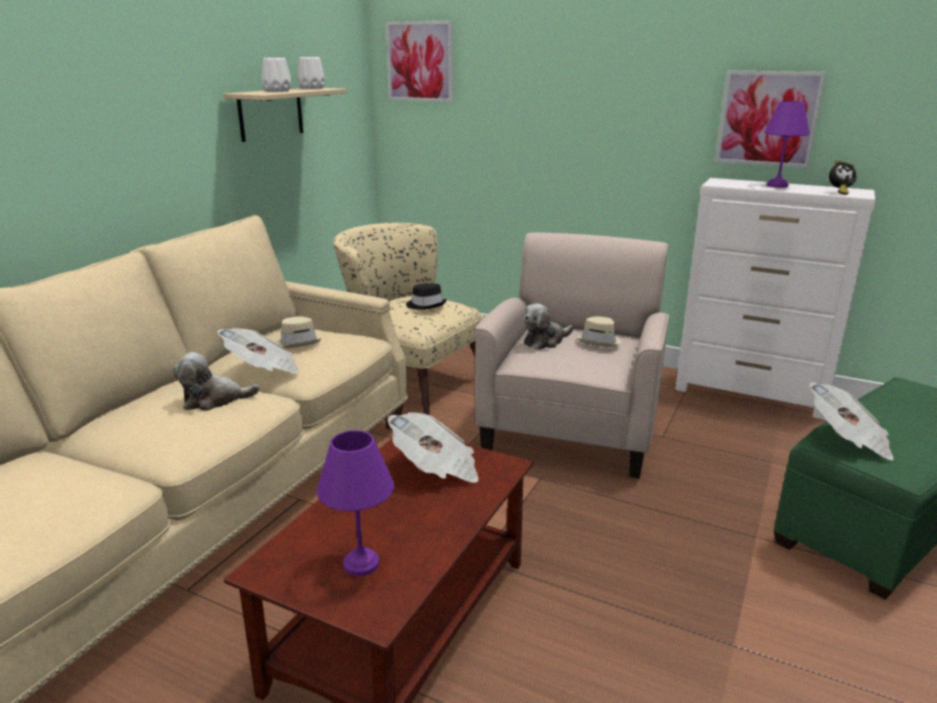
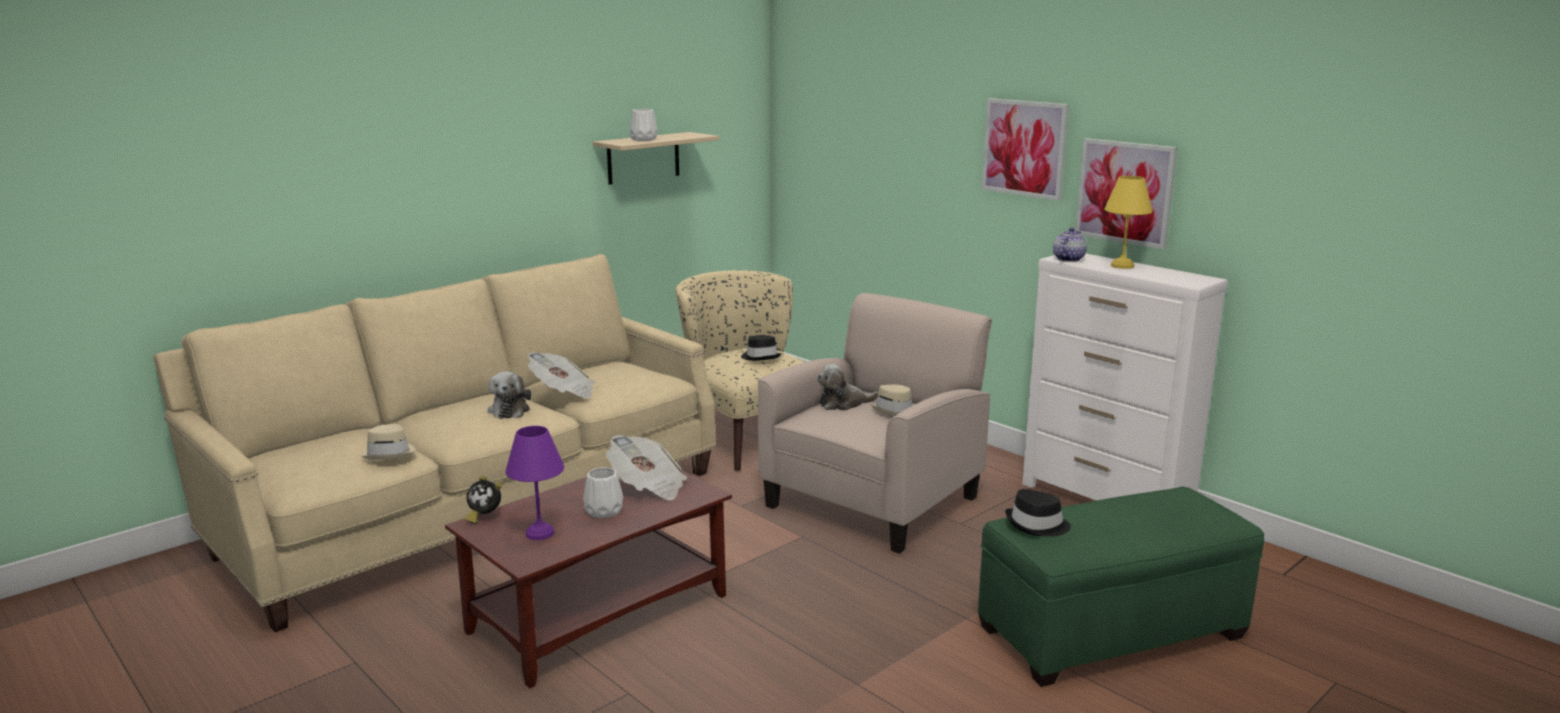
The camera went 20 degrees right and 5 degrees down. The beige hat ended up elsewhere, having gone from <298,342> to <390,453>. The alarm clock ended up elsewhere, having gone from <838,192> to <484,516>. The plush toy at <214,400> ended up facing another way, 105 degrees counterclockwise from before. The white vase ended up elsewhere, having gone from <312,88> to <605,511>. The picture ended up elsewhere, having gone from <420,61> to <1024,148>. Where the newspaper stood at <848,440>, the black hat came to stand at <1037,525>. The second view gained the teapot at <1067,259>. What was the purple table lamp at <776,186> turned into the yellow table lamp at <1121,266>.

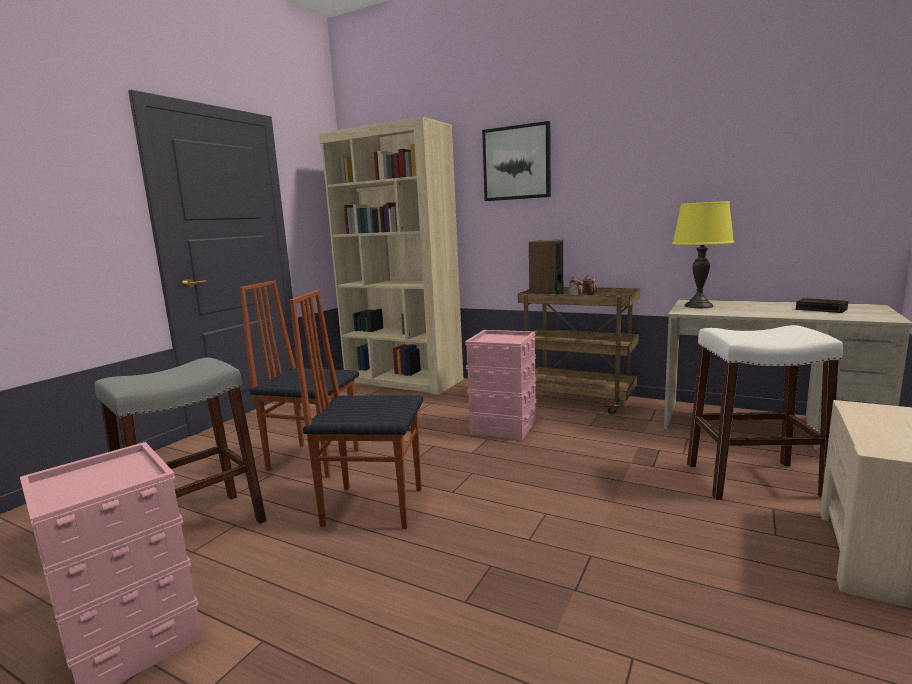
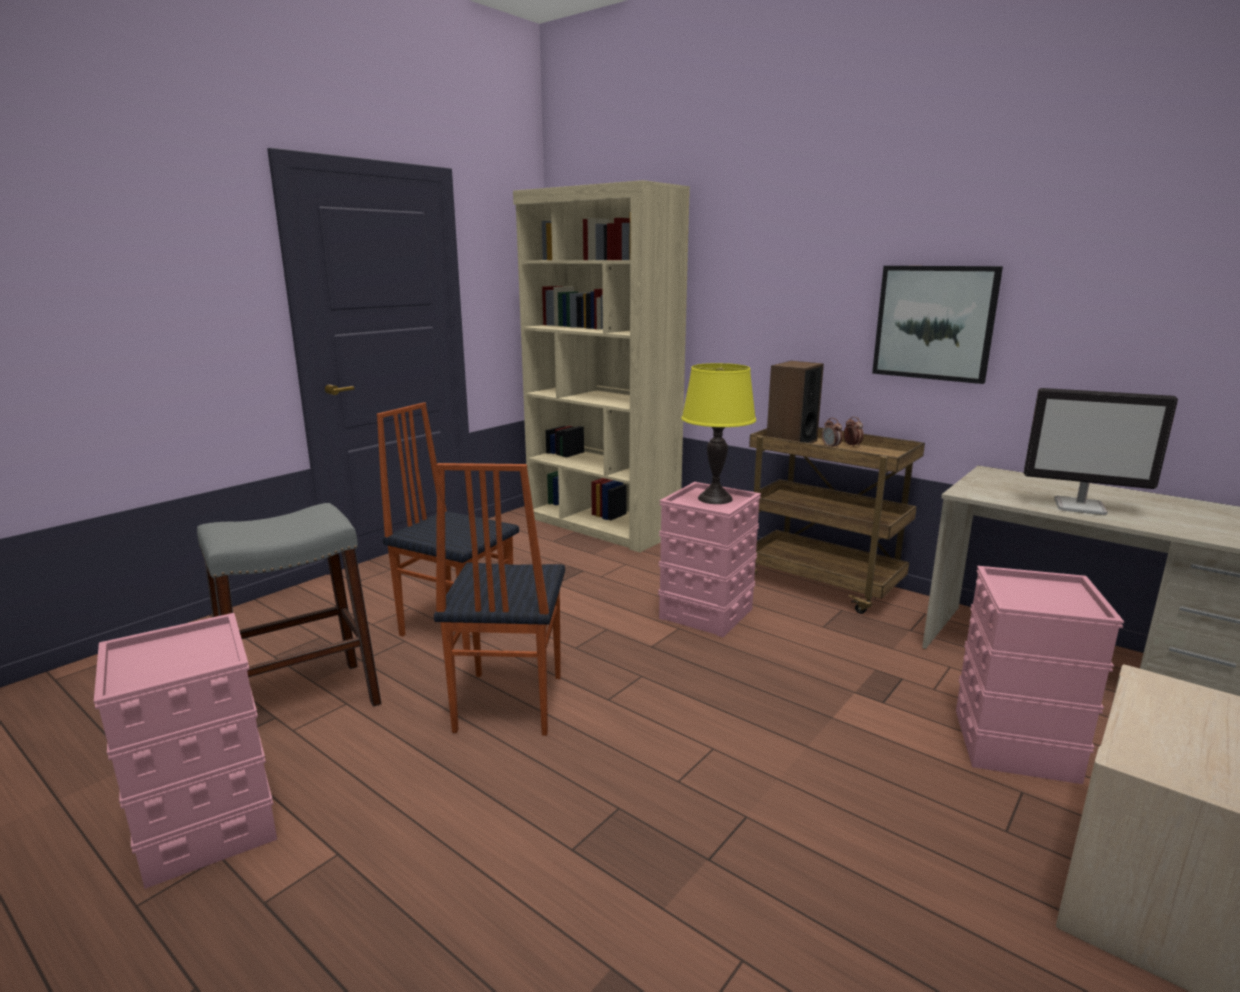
The camera went 10 degrees right and 5 degrees up. The chair at <373,506> ended up facing another way, 105 degrees counterclockwise from before. The yellow table lamp ended up elsewhere, having gone from <699,306> to <715,499>. The picture ended up elsewhere, having gone from <517,163> to <934,323>. Where the white stool stood at <752,480>, the pink storage box came to stand at <1013,745>. The second view gained the monitor at <1081,507>. The second view lost the alarm clock at <822,309>.

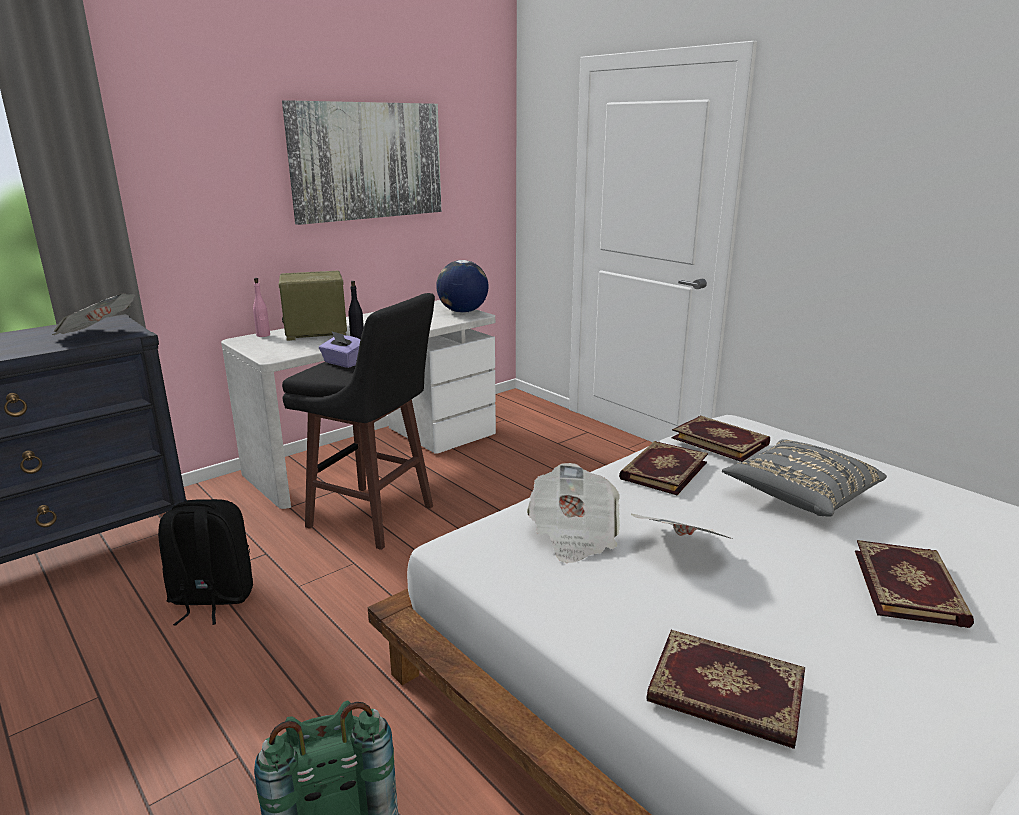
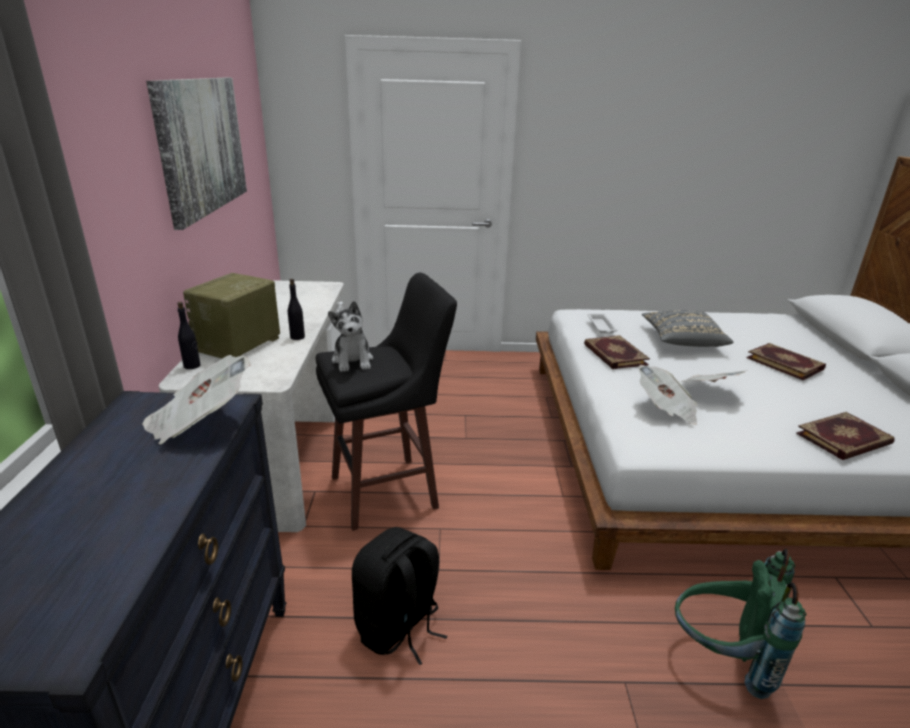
The camera went 50 degrees left and 5 degrees up. What was the pink bottle at <263,335> turned into the black bottle at <192,366>. Where the purple tissue box stood at <343,363>, the plush toy came to stand at <353,360>. Where the book stood at <720,441>, the white tray came to stand at <601,326>. The second view lost the globe at <462,312>.

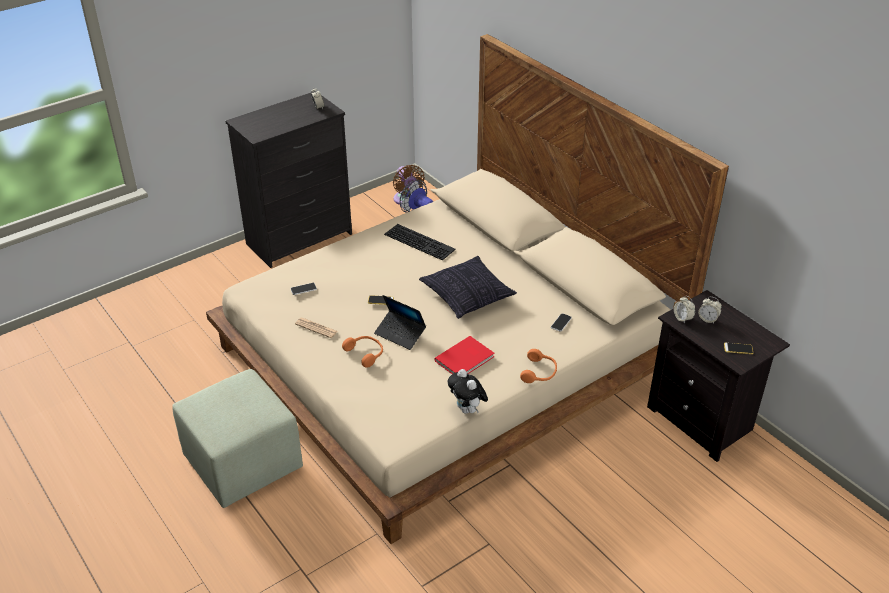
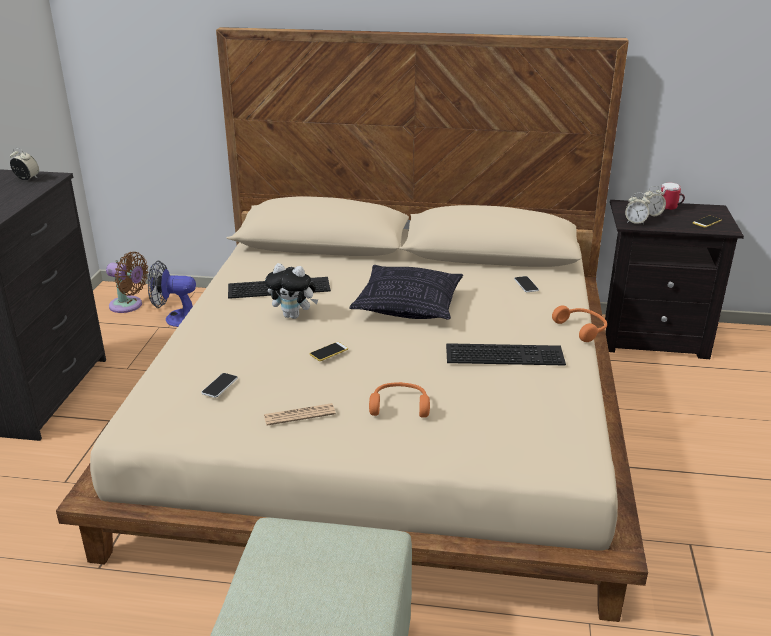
The camera went 45 degrees left and 10 degrees down. The plush toy ended up elsewhere, having gone from <467,410> to <294,316>. Where the red book stood at <466,359>, the keyboard came to stand at <505,353>. The second view gained the mug at <670,207>. The second view lost the laptop at <400,334>.

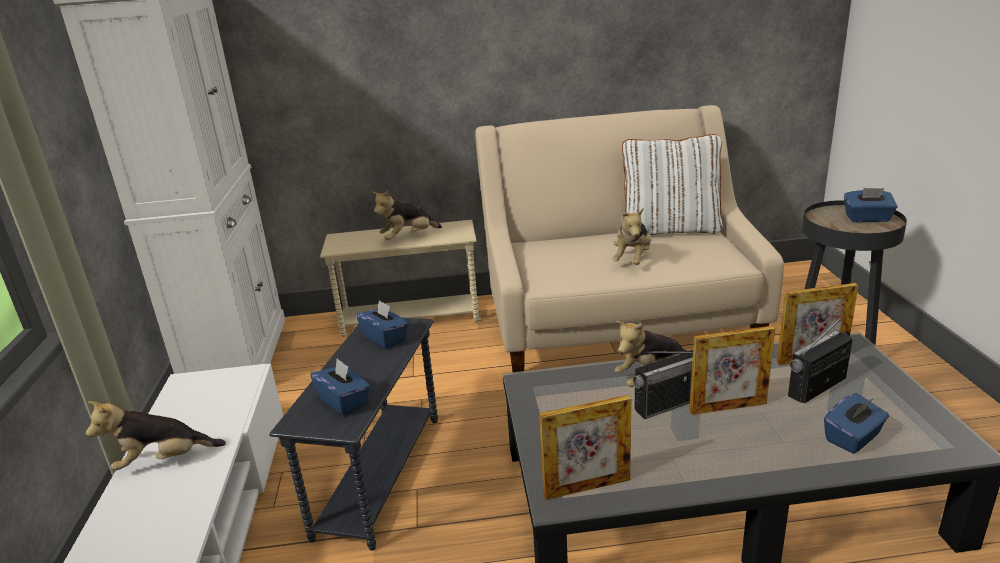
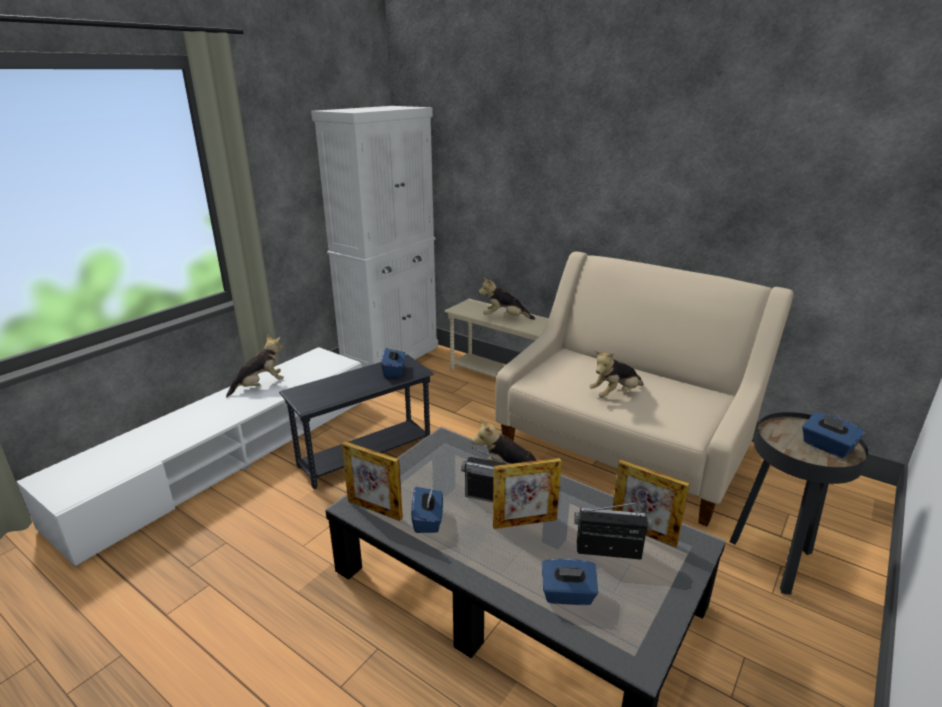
The camera went 40 degrees right and 0 degrees up. The plush toy at <163,461> ended up facing another way, 120 degrees clockwise from before. The blue tissue box ended up elsewhere, having gone from <344,401> to <428,520>. The picture frame at <728,407> ended up facing another way, 45 degrees counterclockwise from before. The second view lost the white pillow at <670,229>.

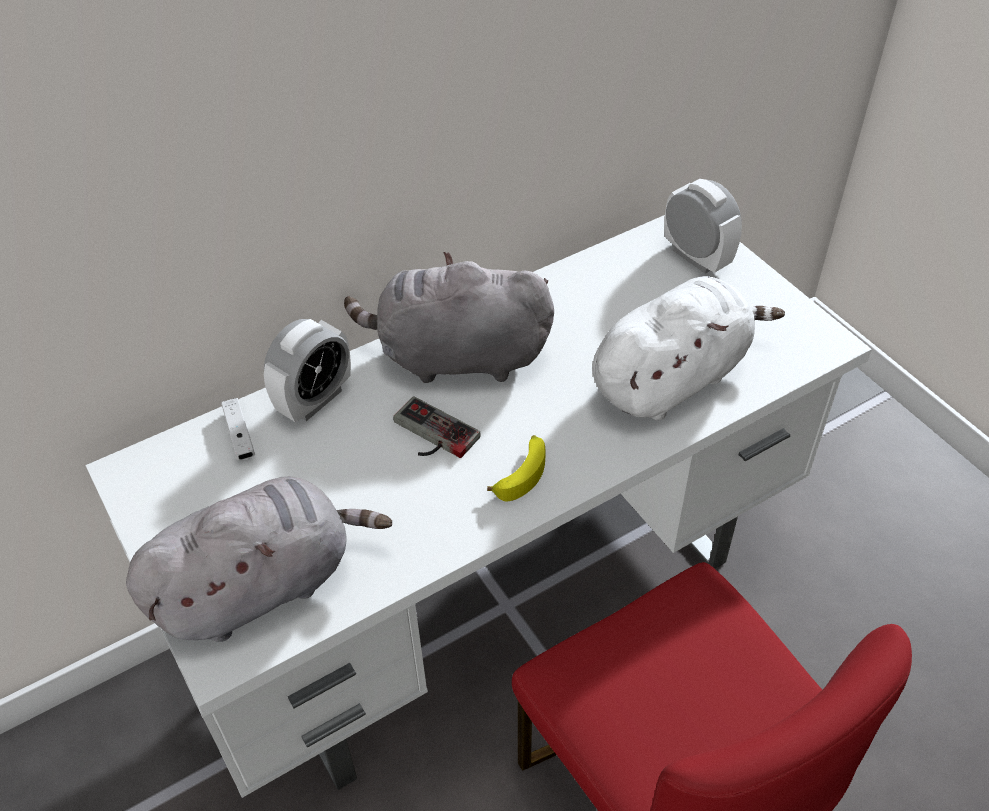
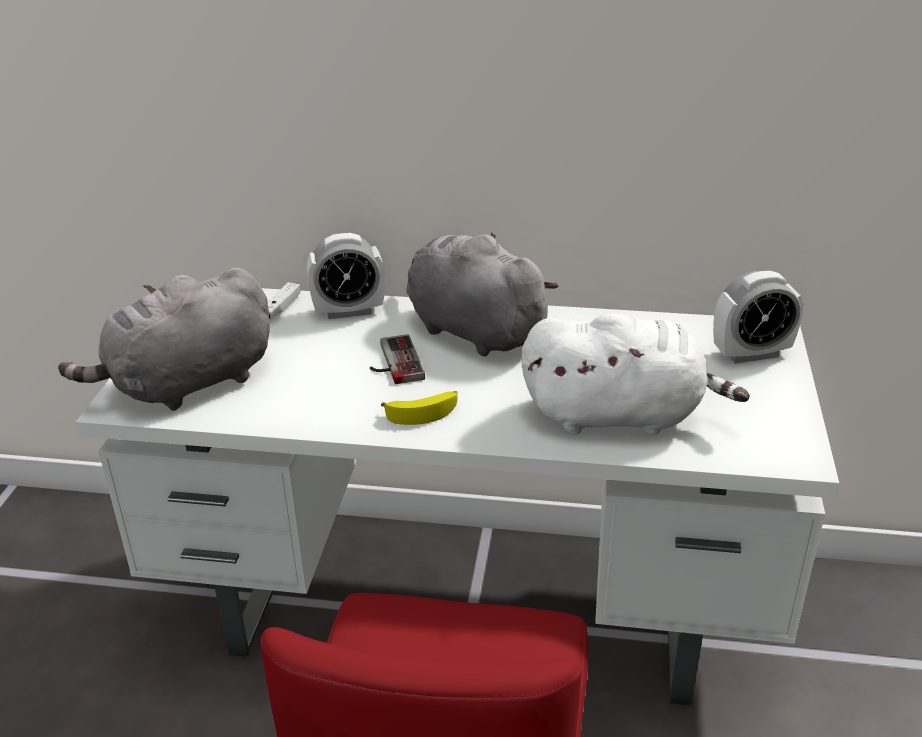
The camera went 40 degrees right and 15 degrees down. The grey plush toy at <262,585> ended up facing another way, 135 degrees clockwise from before. The alarm clock at <696,257> ended up facing another way, 75 degrees clockwise from before.

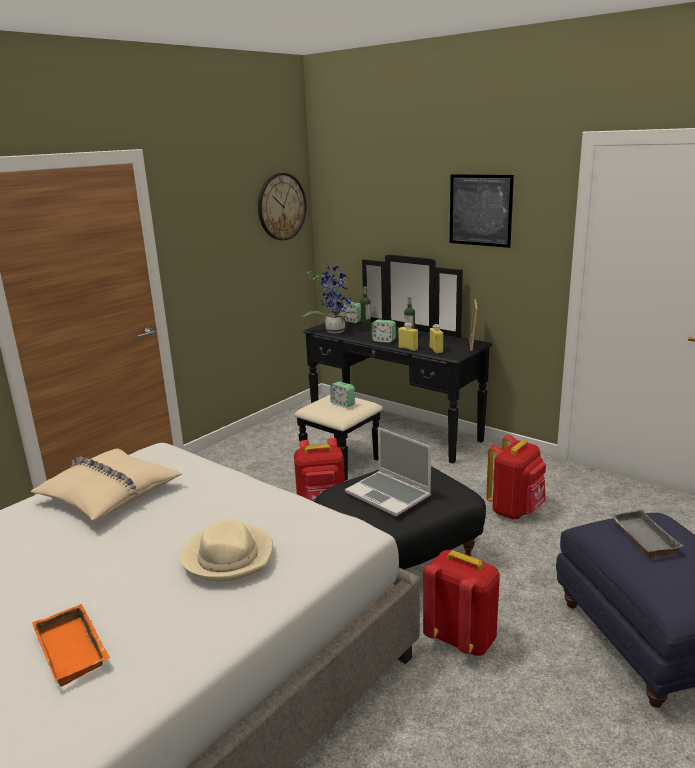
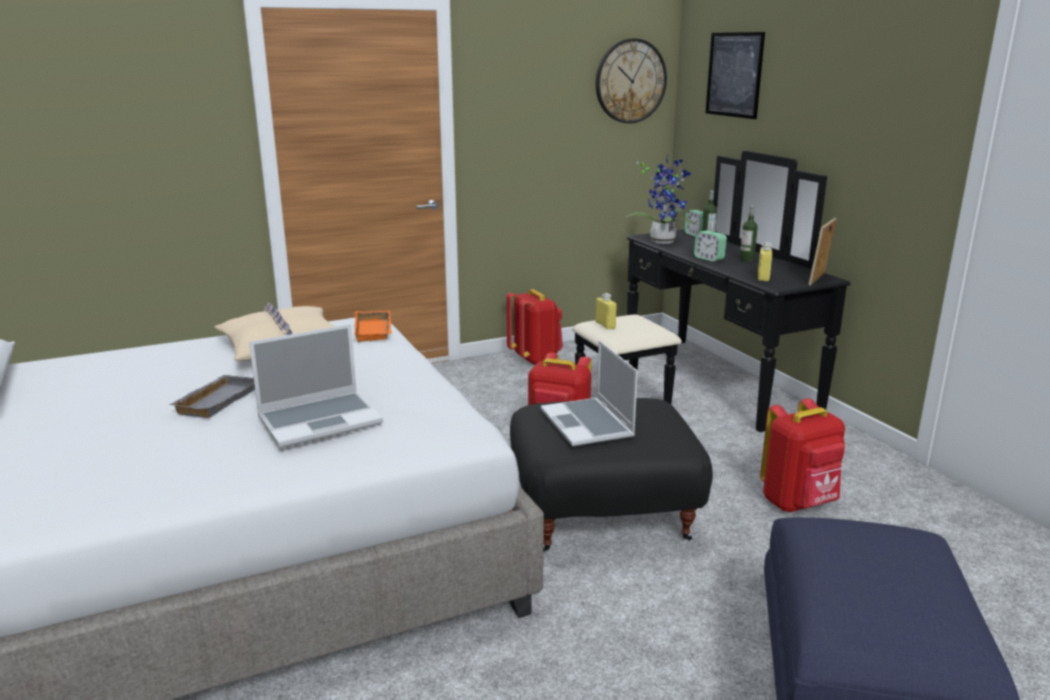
The camera went 25 degrees right and 0 degrees up. The grey tray ended up elsewhere, having gone from <641,537> to <216,400>. Where the beige hat stood at <228,556>, the laptop came to stand at <321,420>. The orange tray ended up elsewhere, having gone from <75,649> to <375,331>. The red backpack ended up elsewhere, having gone from <461,639> to <535,359>. The yellow bottle ended up elsewhere, having gone from <408,348> to <605,325>. The picture ended up elsewhere, having gone from <480,210> to <734,74>. The second view lost the alarm clock at <343,404>.

